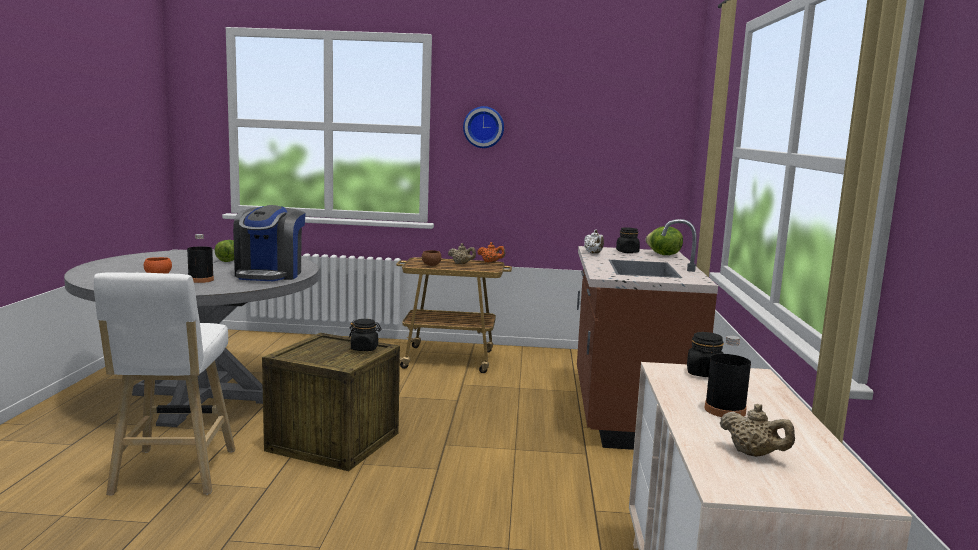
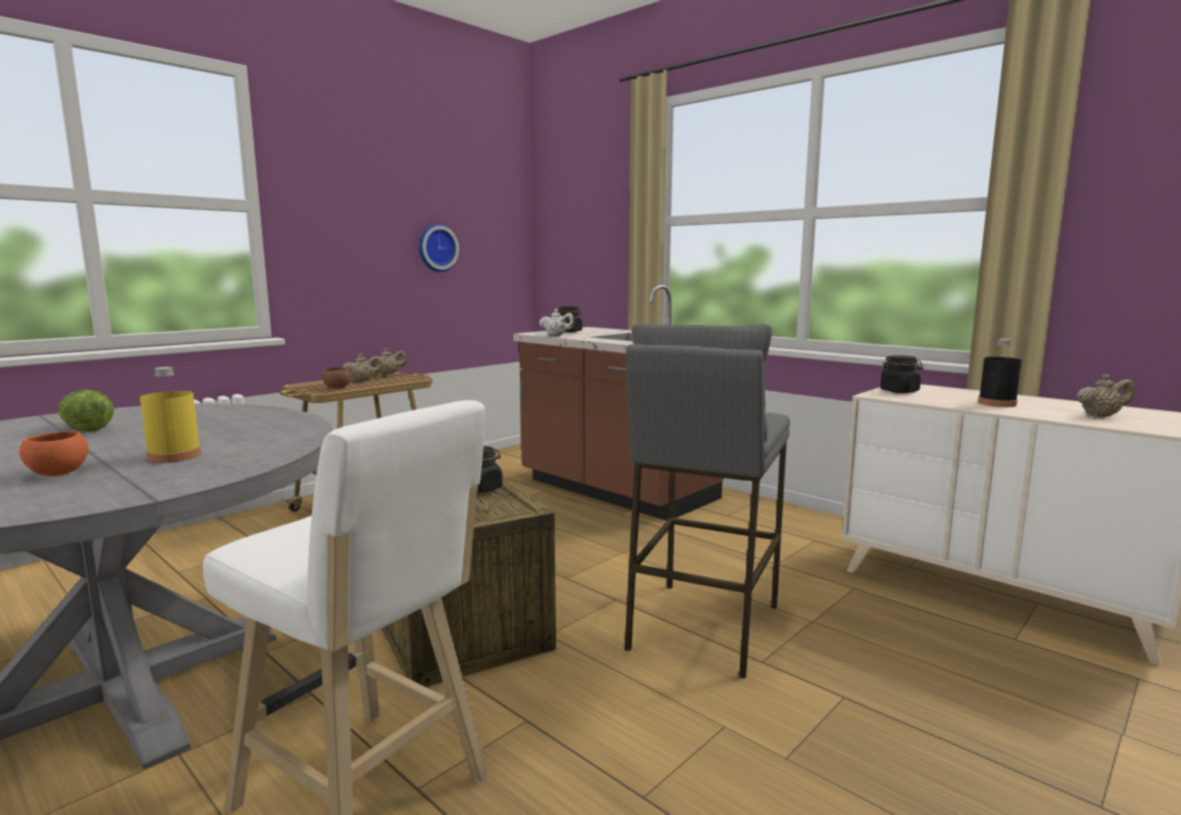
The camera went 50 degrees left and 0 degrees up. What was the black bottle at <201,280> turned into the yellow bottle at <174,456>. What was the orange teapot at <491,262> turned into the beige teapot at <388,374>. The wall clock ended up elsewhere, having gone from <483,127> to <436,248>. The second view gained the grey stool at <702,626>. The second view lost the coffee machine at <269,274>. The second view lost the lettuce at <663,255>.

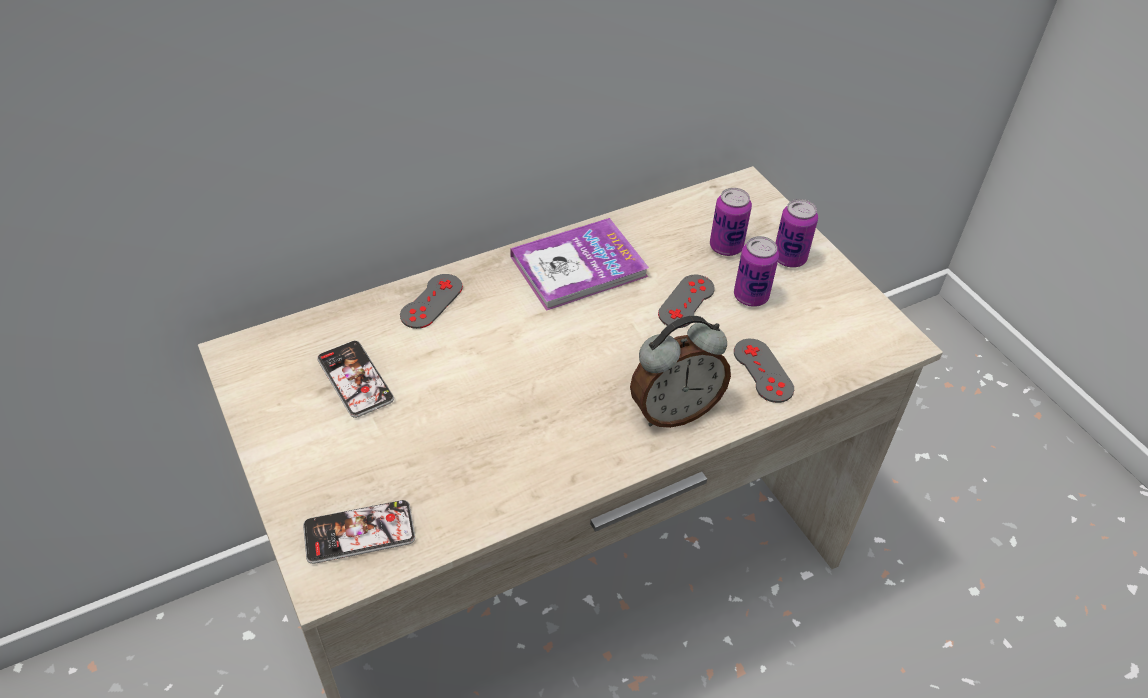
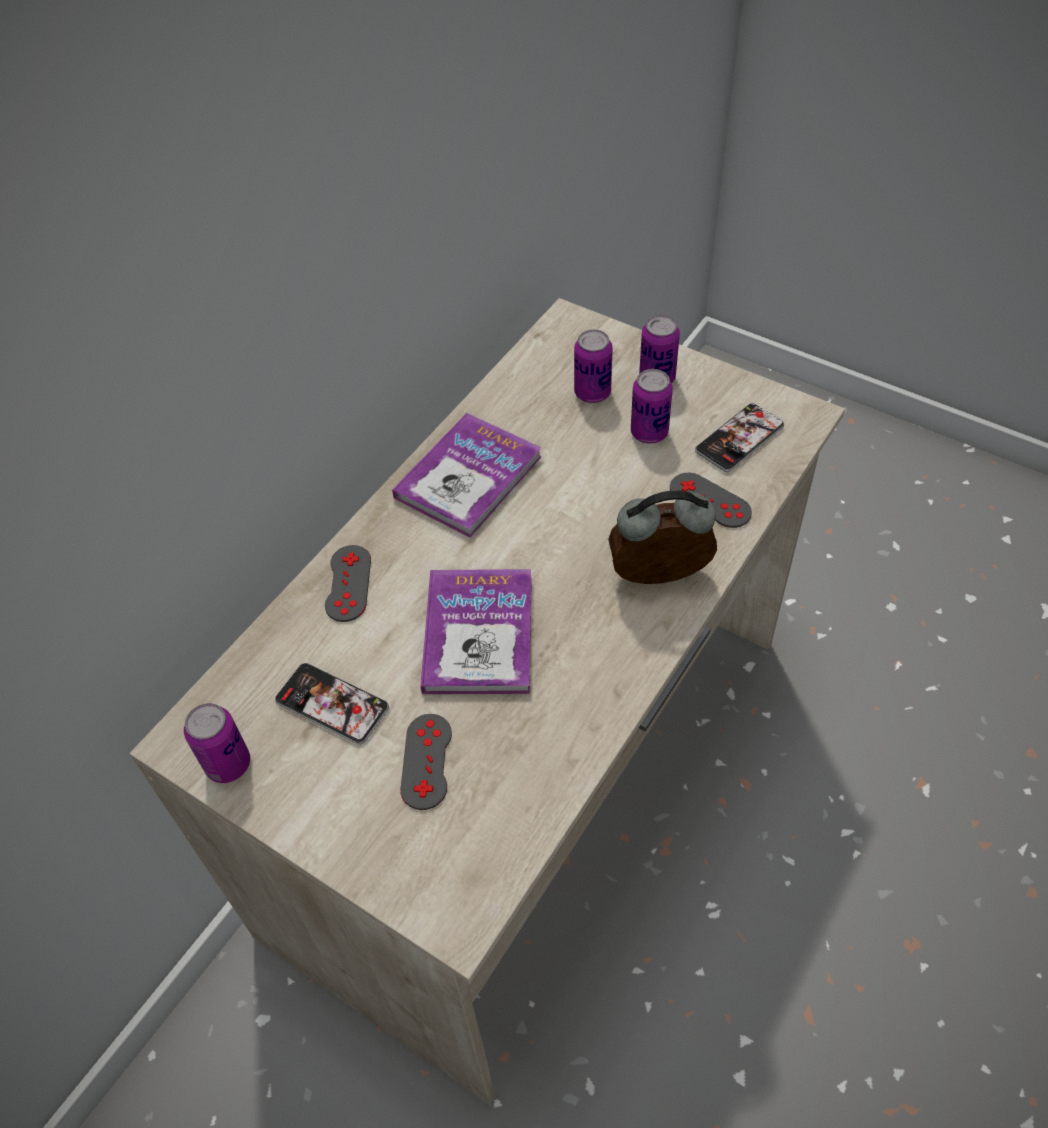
The camera went 25 degrees left and 5 degrees up. The second view gained the can at <228,764>. The grey game controller ended up elsewhere, having gone from <686,301> to <426,761>. The second view gained the book at <478,633>. The alarm clock at <674,411> ended up facing another way, 135 degrees counterclockwise from before. The phone ended up elsewhere, having gone from <359,532> to <739,439>.

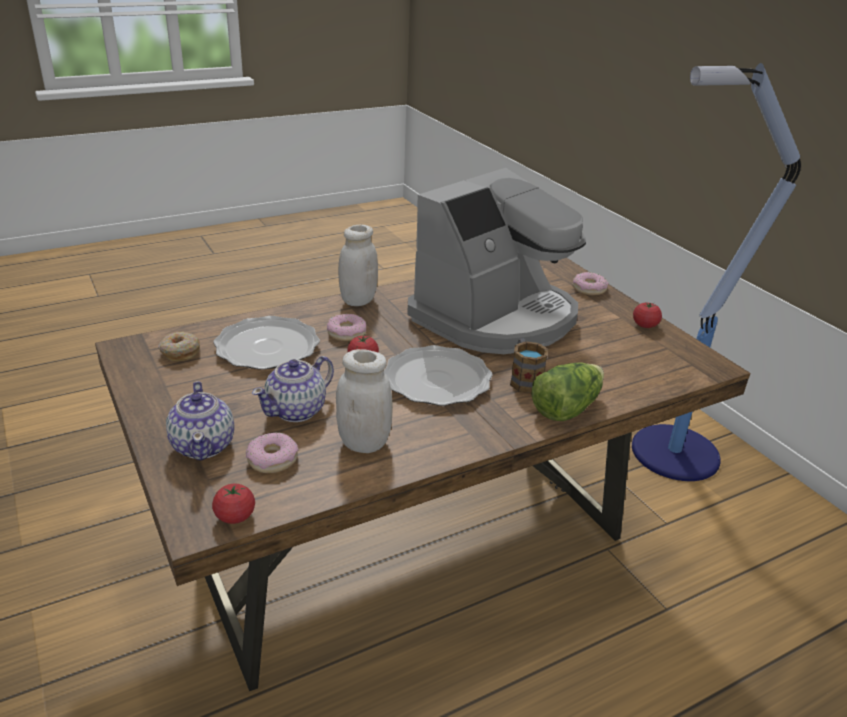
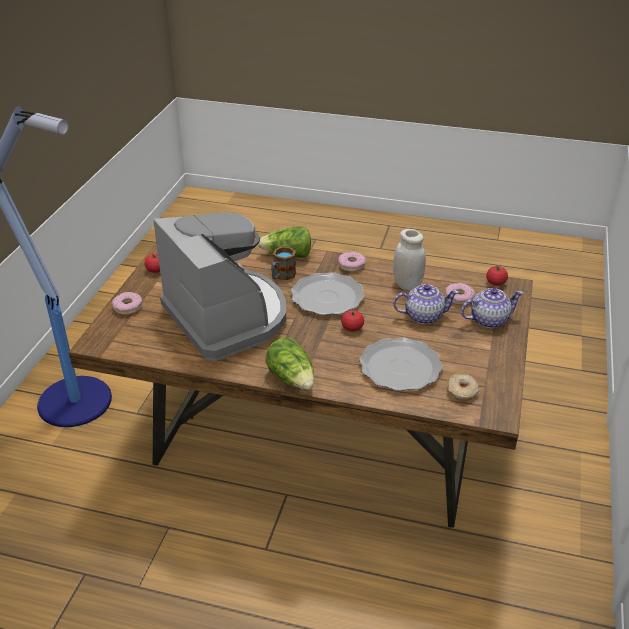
The camera went 135 degrees left and 5 degrees up. The coffee machine at <496,318> ended up facing another way, 60 degrees clockwise from before. Where the white jar stood at <358,300>, the lettuce came to stand at <292,378>. The donut ended up elsewhere, having gone from <347,333> to <351,265>. The teapot at <204,445> ended up facing another way, 45 degrees clockwise from before.

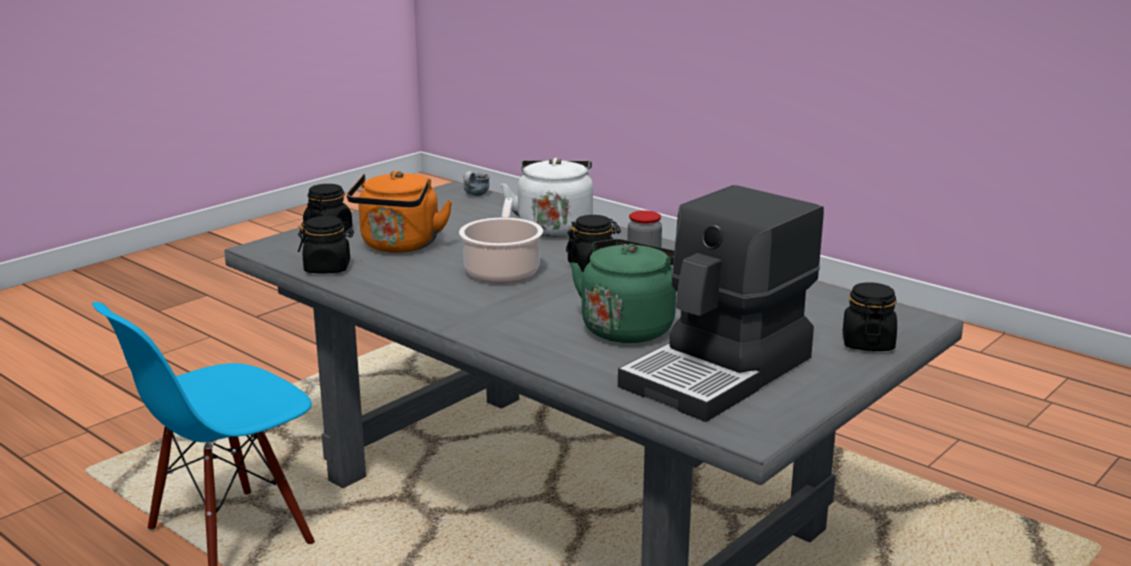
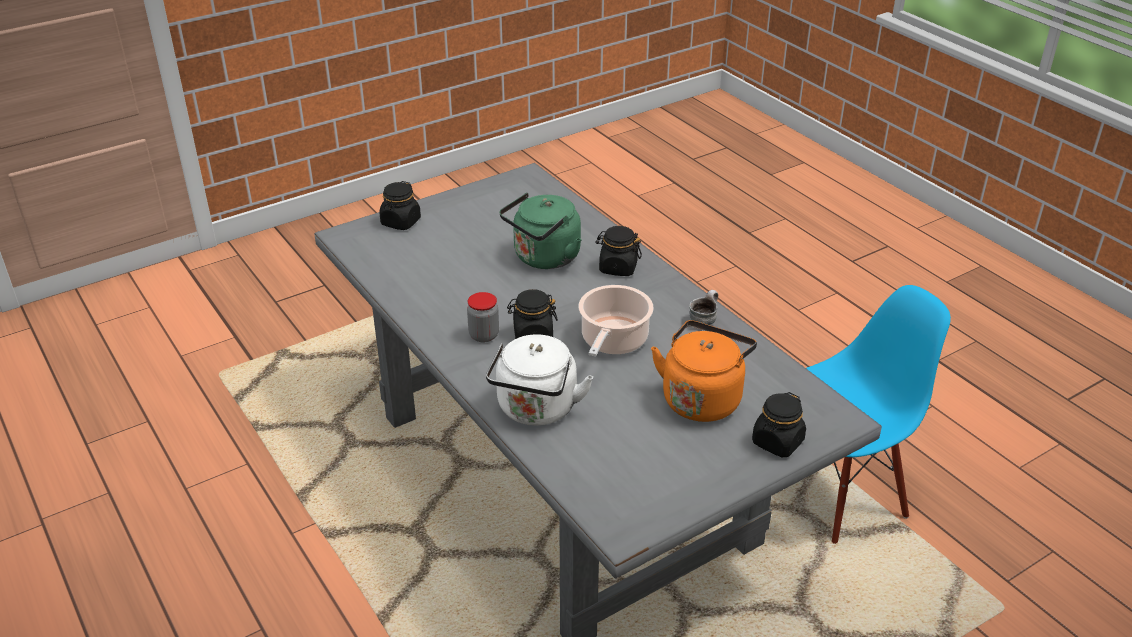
The camera went 165 degrees left and 15 degrees up. The black jar ended up elsewhere, having gone from <328,268> to <618,267>. The mug ended up elsewhere, having gone from <475,195> to <703,319>. The second view lost the coffee machine at <720,372>.

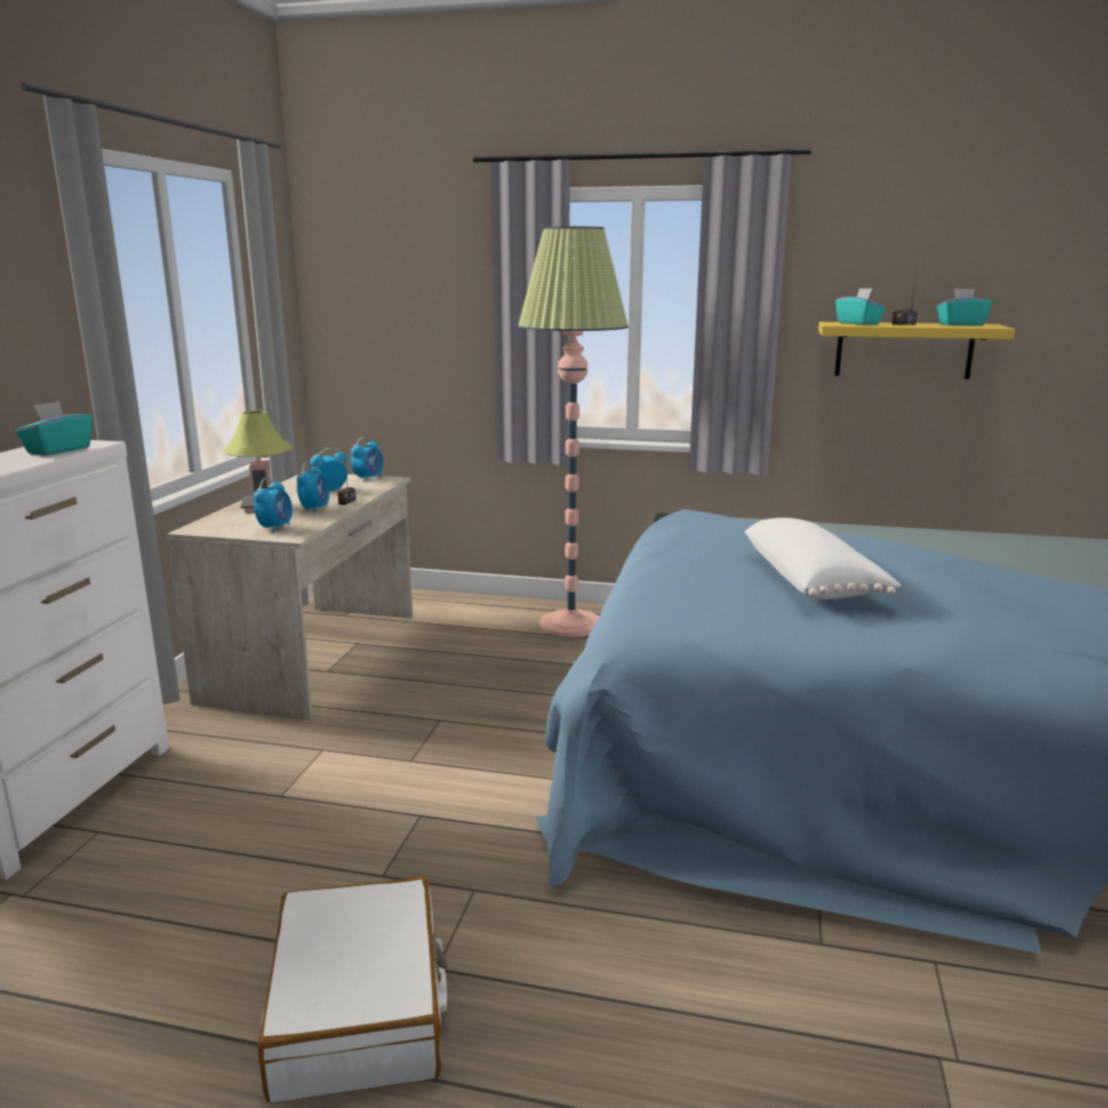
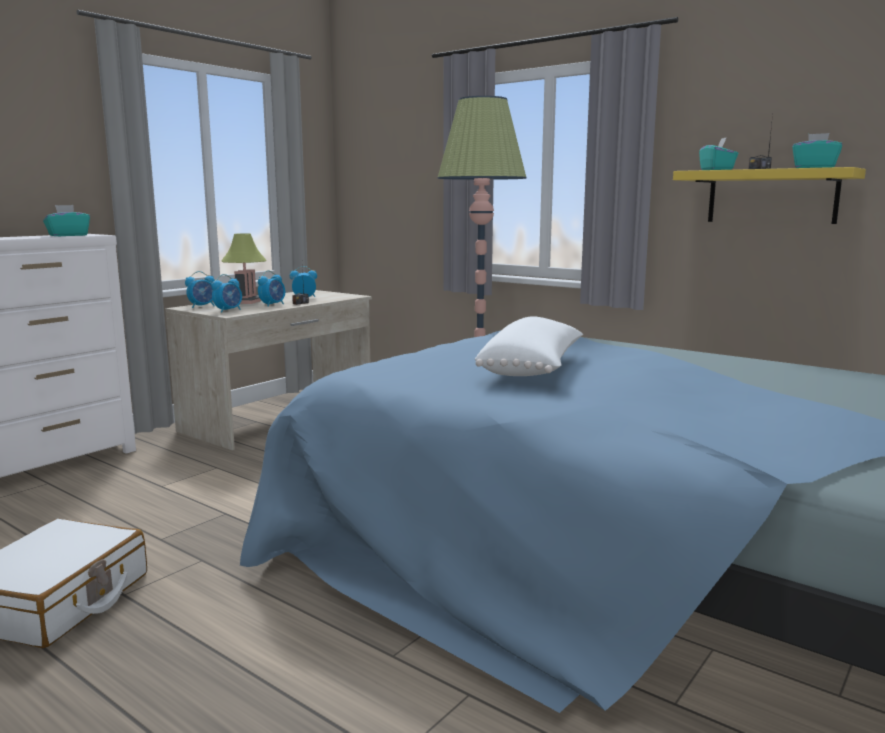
The camera went 25 degrees right and 5 degrees down. The alarm clock ended up elsewhere, having gone from <369,478> to <202,306>.

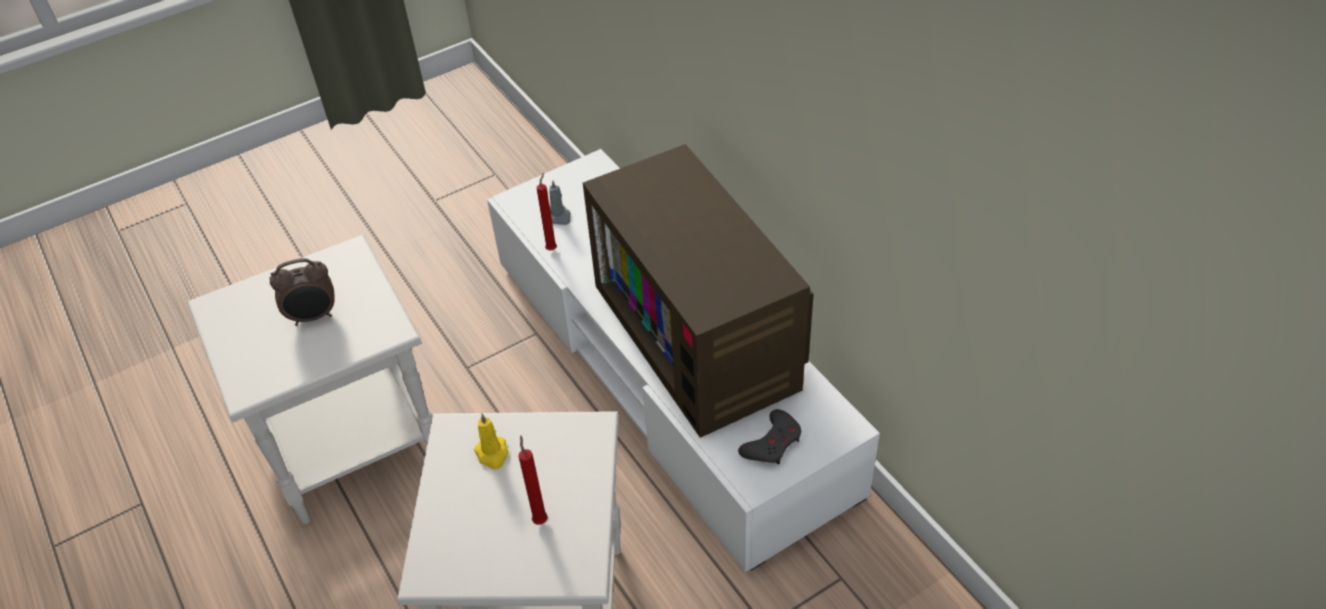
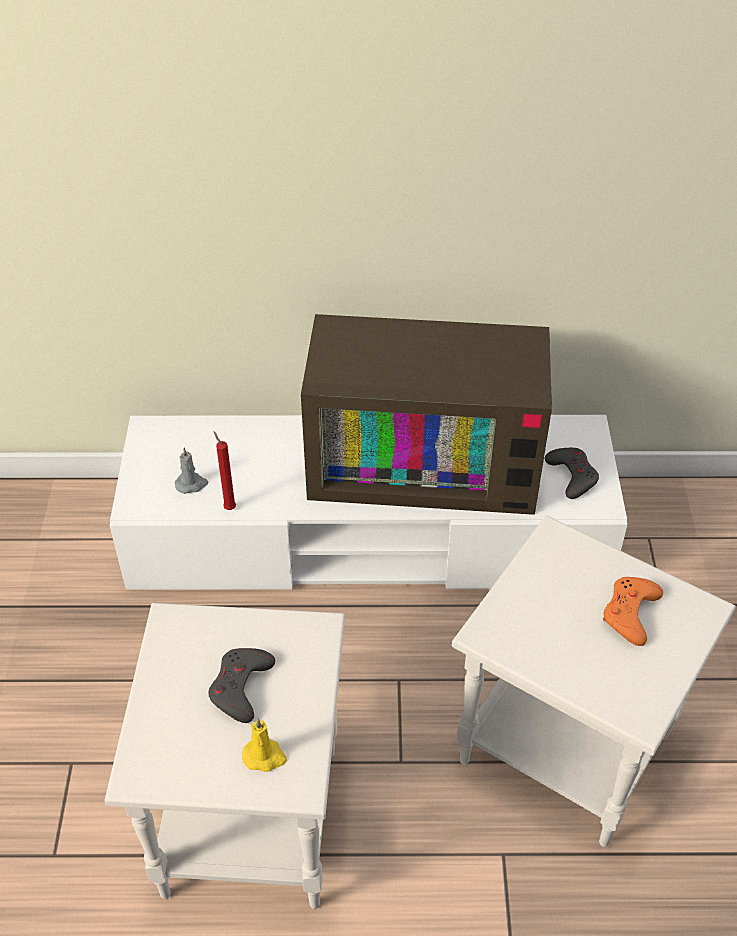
The camera went 60 degrees left and 0 degrees up. Where the alarm clock stood at <314,317>, the grey game controller came to stand at <241,687>. The yellow candle ended up elsewhere, having gone from <492,454> to <265,756>. Where the red candle stood at <540,519>, the orange game controller came to stand at <630,613>.

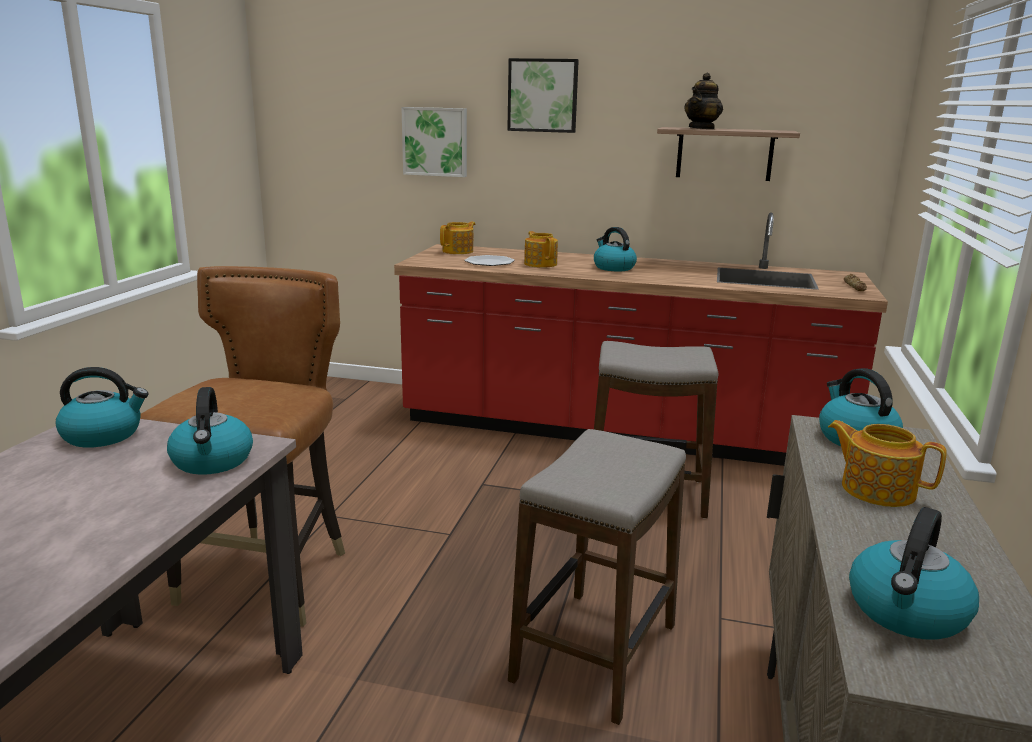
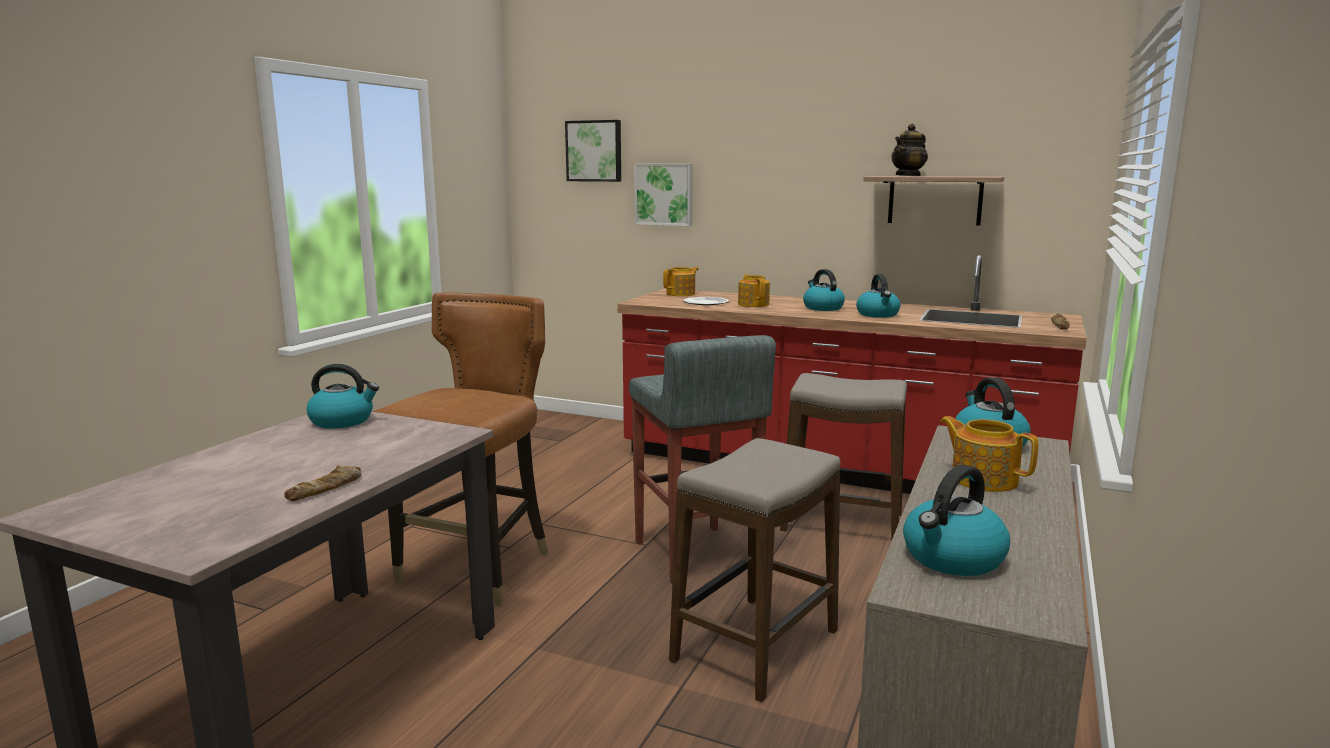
The camera went 10 degrees right and 5 degrees down. The second view gained the bread at <326,489>. The picture ended up elsewhere, having gone from <543,95> to <594,151>. The second view gained the grey stool at <694,555>. The kettle ended up elsewhere, having gone from <212,461> to <878,314>.

